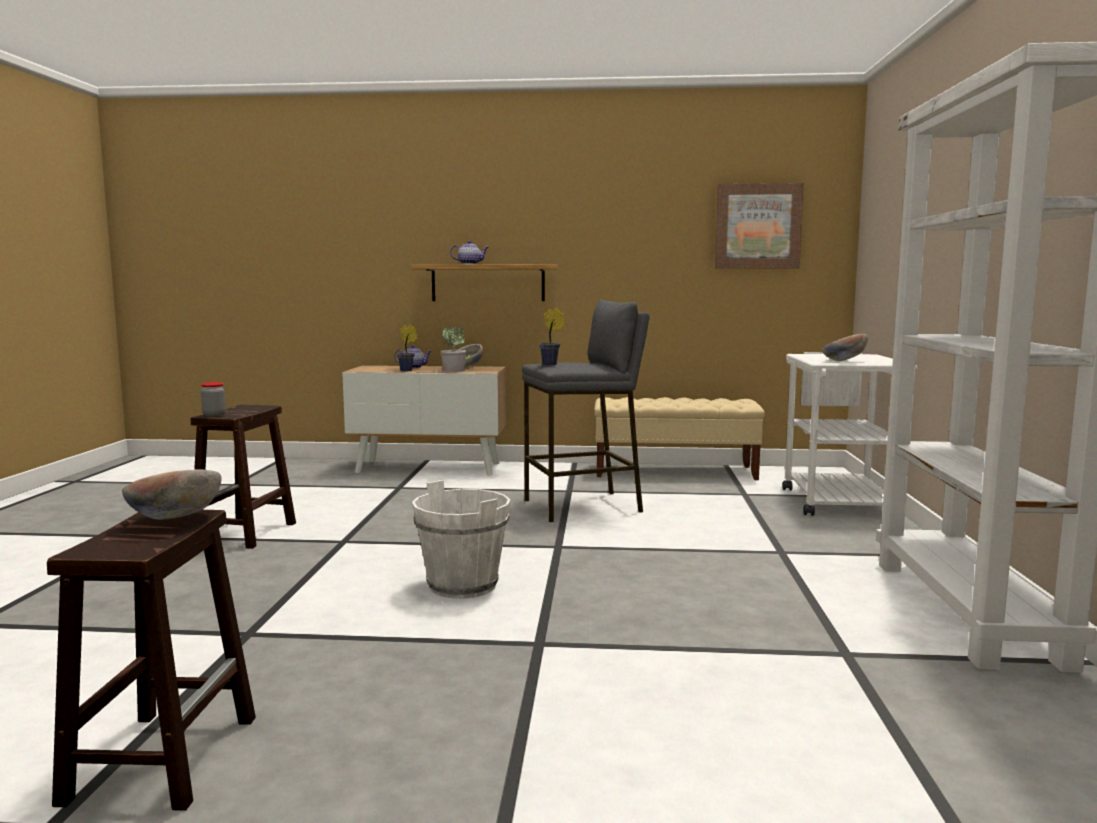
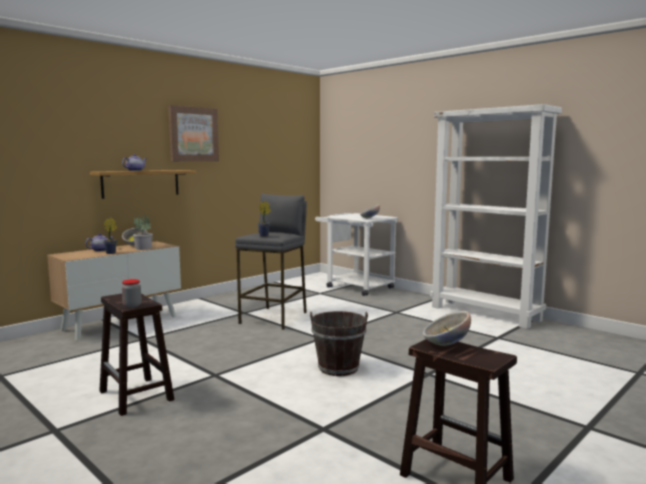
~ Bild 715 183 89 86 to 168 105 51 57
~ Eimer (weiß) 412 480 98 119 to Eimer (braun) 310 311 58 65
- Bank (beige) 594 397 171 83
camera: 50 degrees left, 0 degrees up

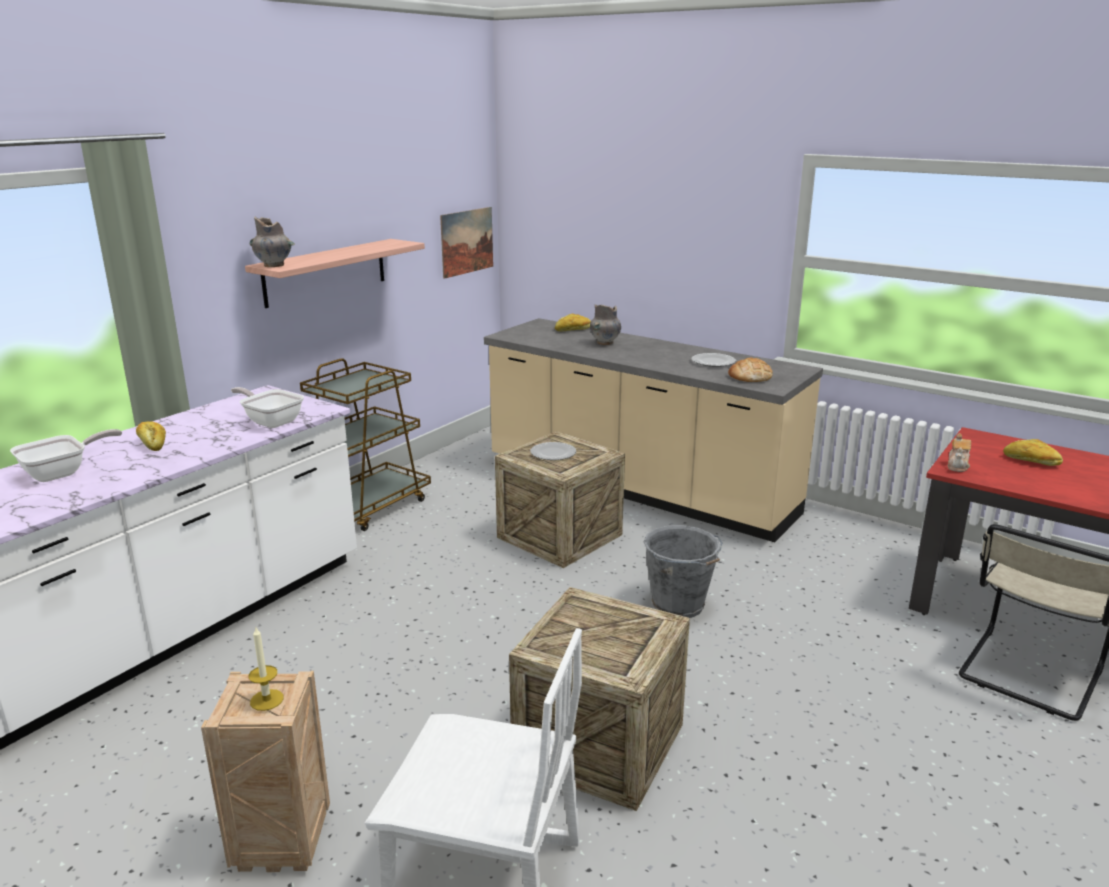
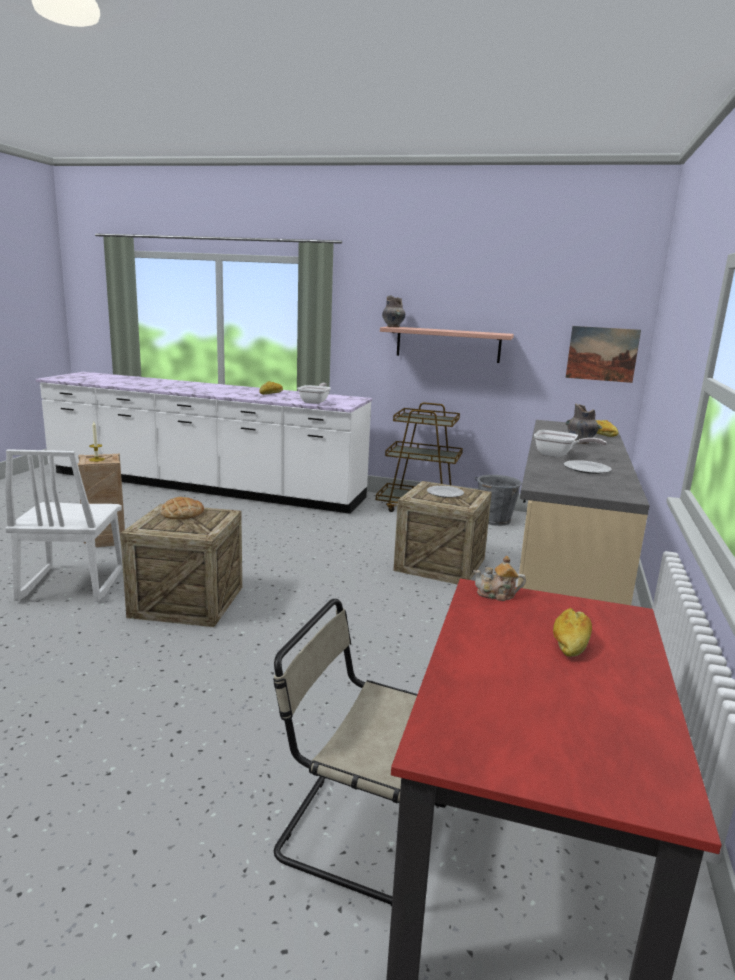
~ Brot 728 358 45 24 to 160 497 44 22
~ Eimer (grau) 644 525 78 93 to 475 475 47 51
~ Pfanne 10 429 112 53 to 534 430 73 27
camera: 70 degrees right, 5 degrees down

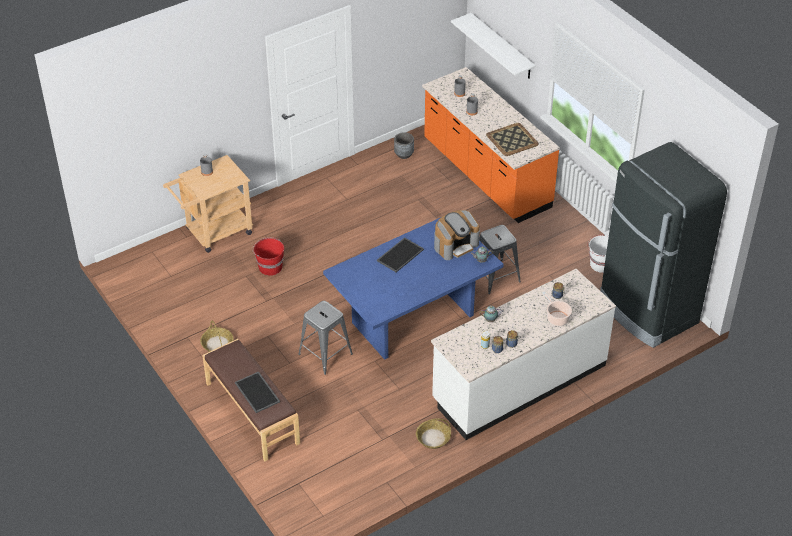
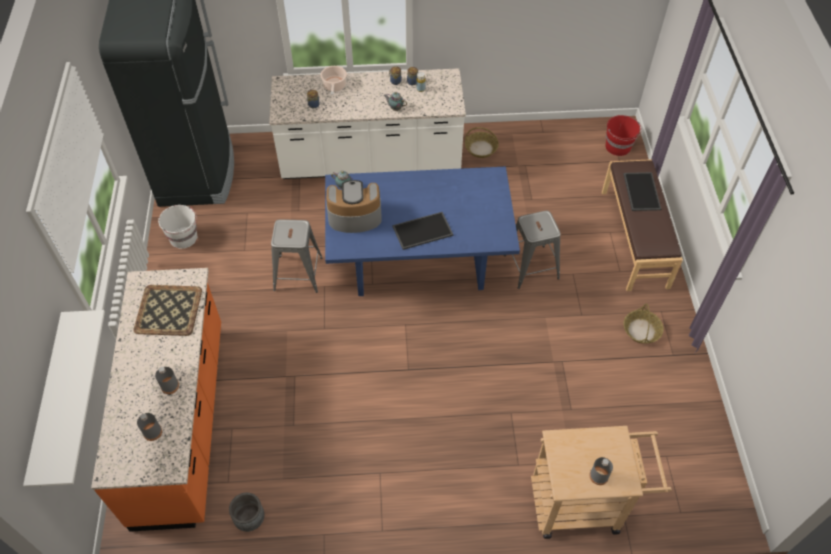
~ Eimer (rot) 252 237 32 38 to 605 115 37 41
camera: 150 degrees left, 10 degrees up

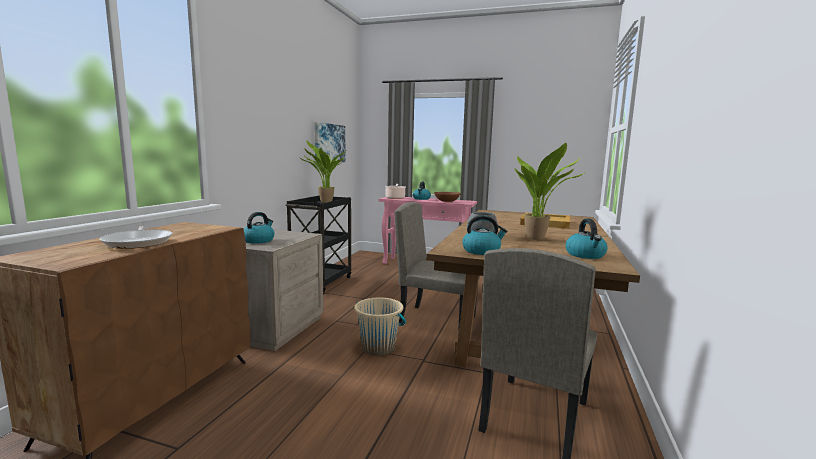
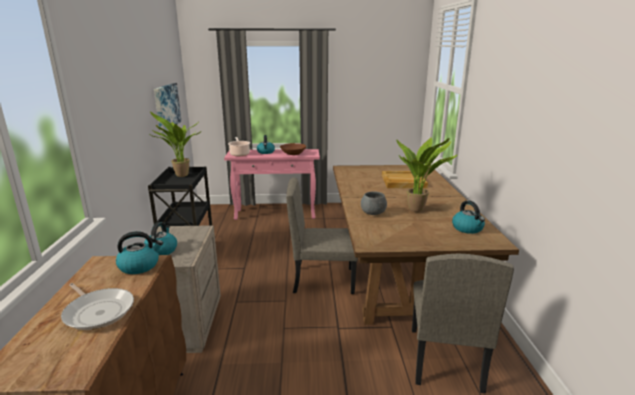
~ Wasserkessel 463 215 44 40 to 116 231 47 43
- Eimer (beige) 354 298 52 58
camera: 20 degrees left, 10 degrees up

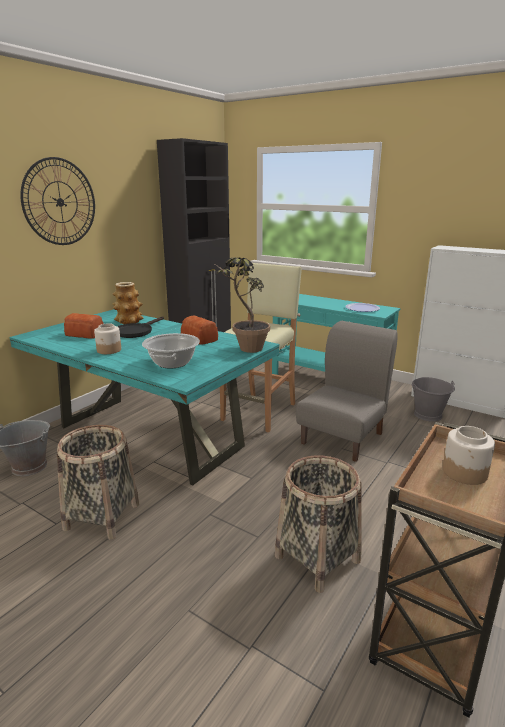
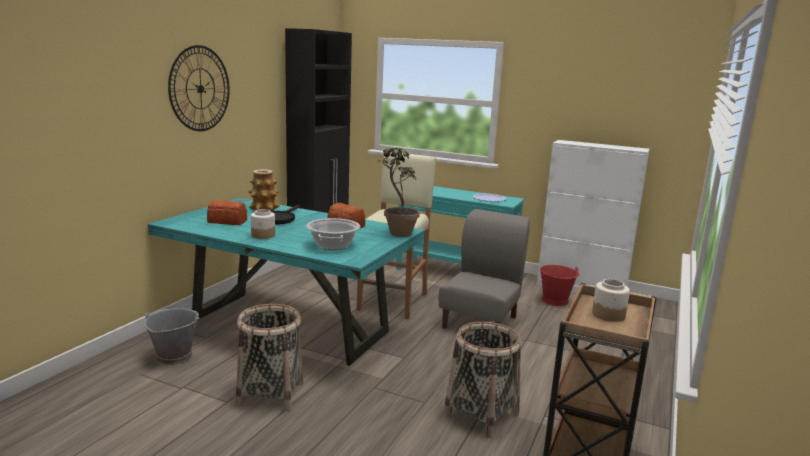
~ Eimer (grau) 412 377 43 45 to Eimer (rot) 540 265 39 41
camera: 10 degrees left, 5 degrees down

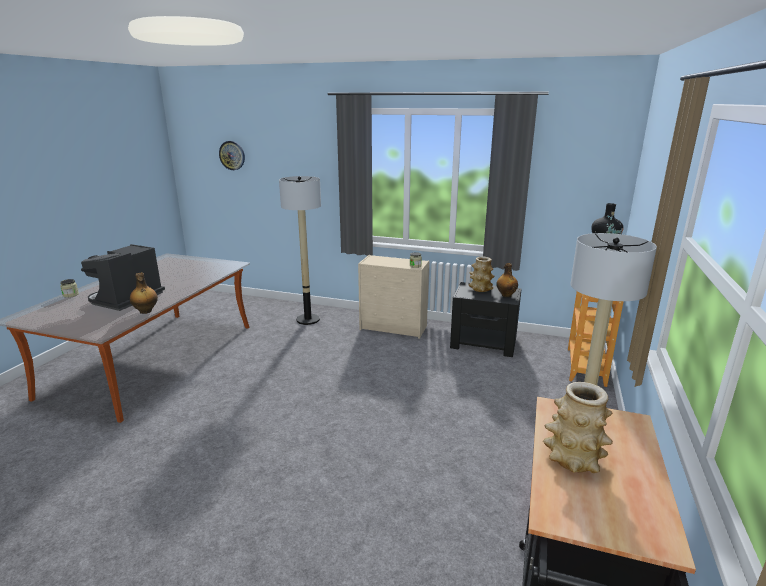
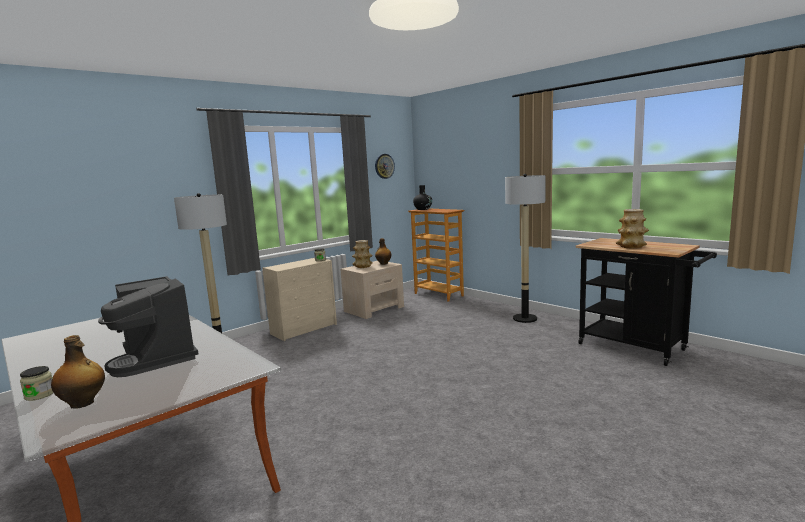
~ Flasche 130 273 28 41 to 51 335 54 74
~ Nachttisch (schwarz) 450 282 72 75 to Nachttisch (beige) 340 261 64 58
~ Wanduhr 219 141 26 29 to 375 154 20 25
camera: 60 degrees left, 10 degrees down

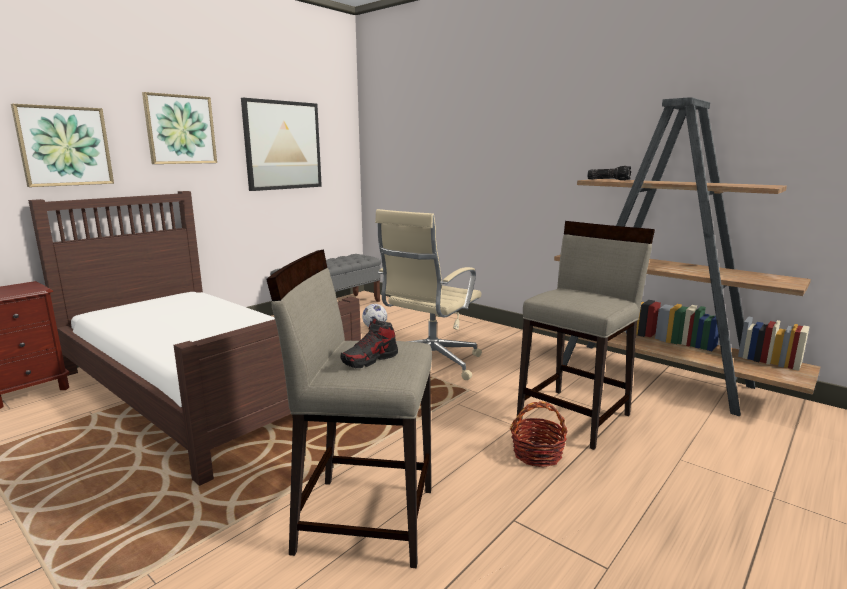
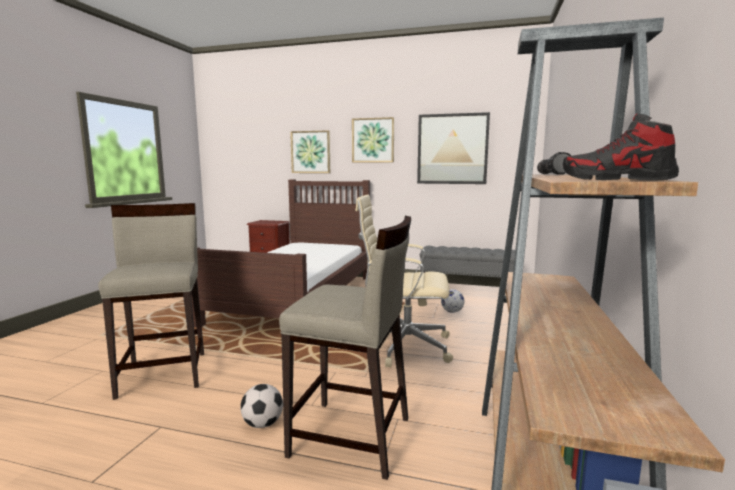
~ Korb 510 401 58 66 to Fußball 240 384 43 44
~ Schuh 341 318 57 50 to 563 113 116 68
camera: 65 degrees right, 5 degrees down

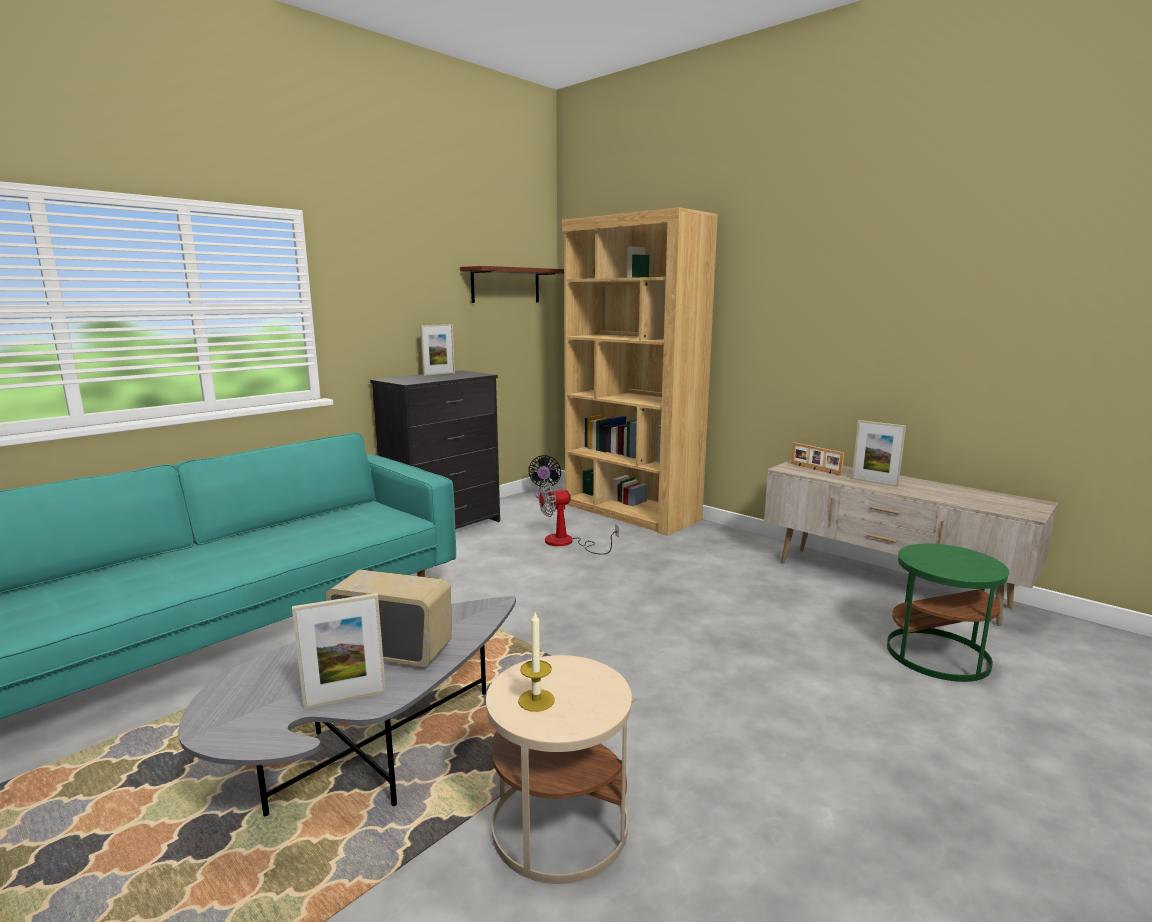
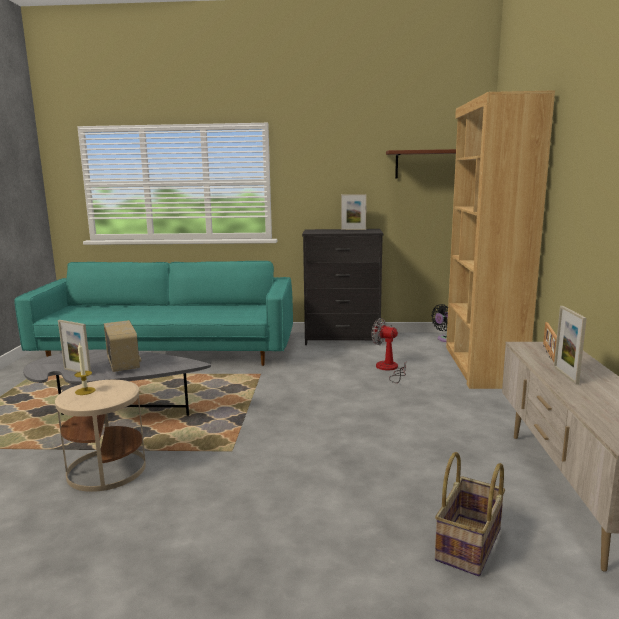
~ Beistelltisch (grün) 887 544 122 138 to Korb 435 452 70 124
camera: 50 degrees right, 0 degrees up

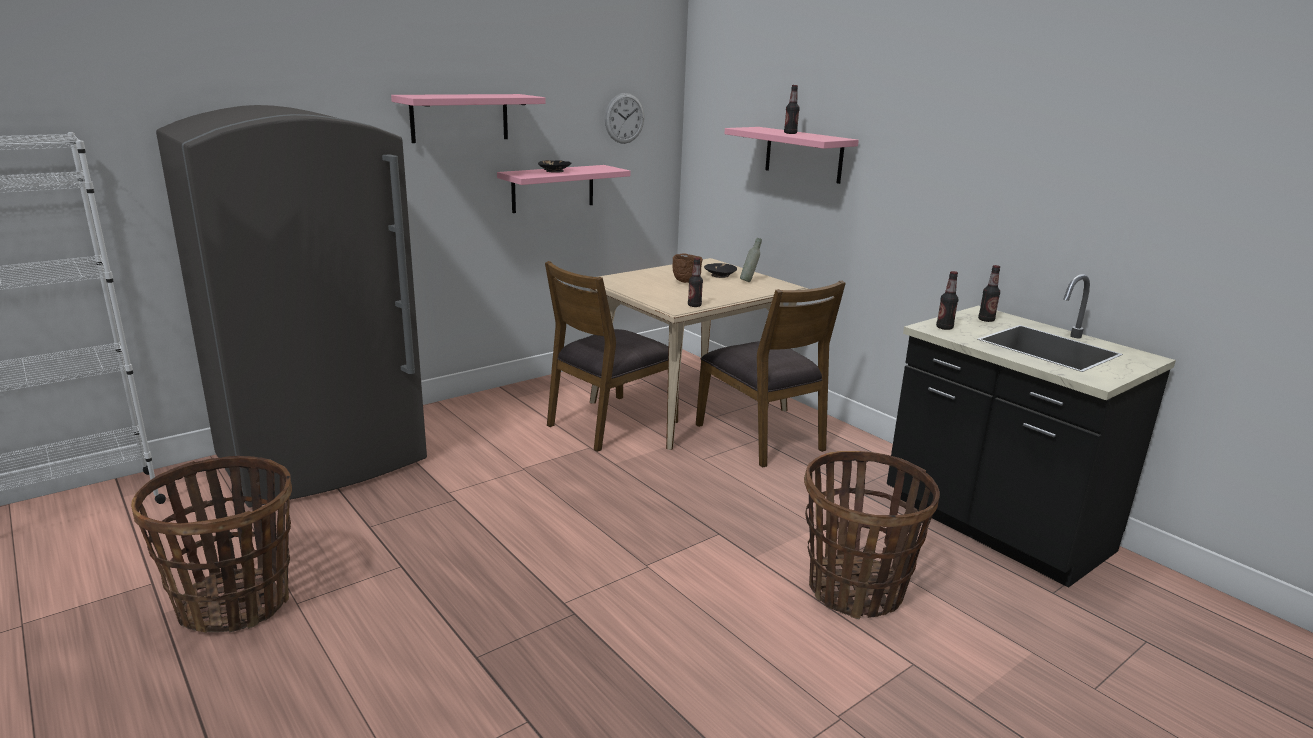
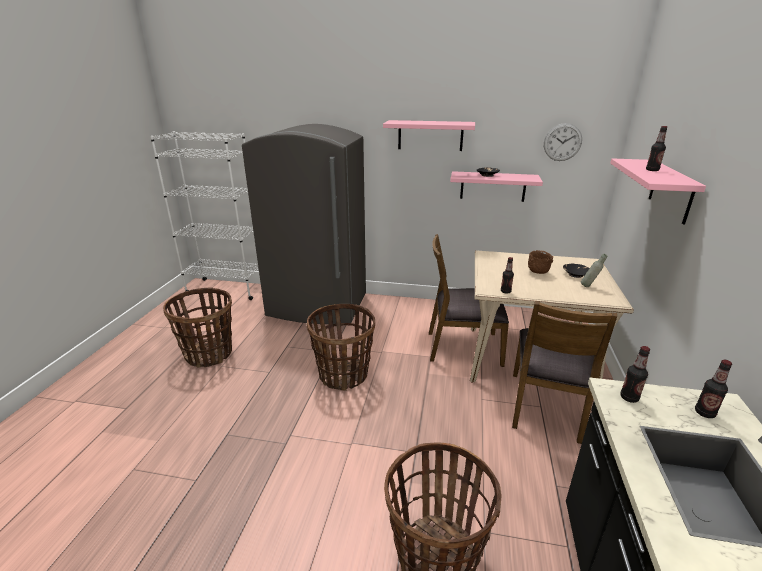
+ Korb 307 304 68 87
camera: 50 degrees right, 5 degrees up

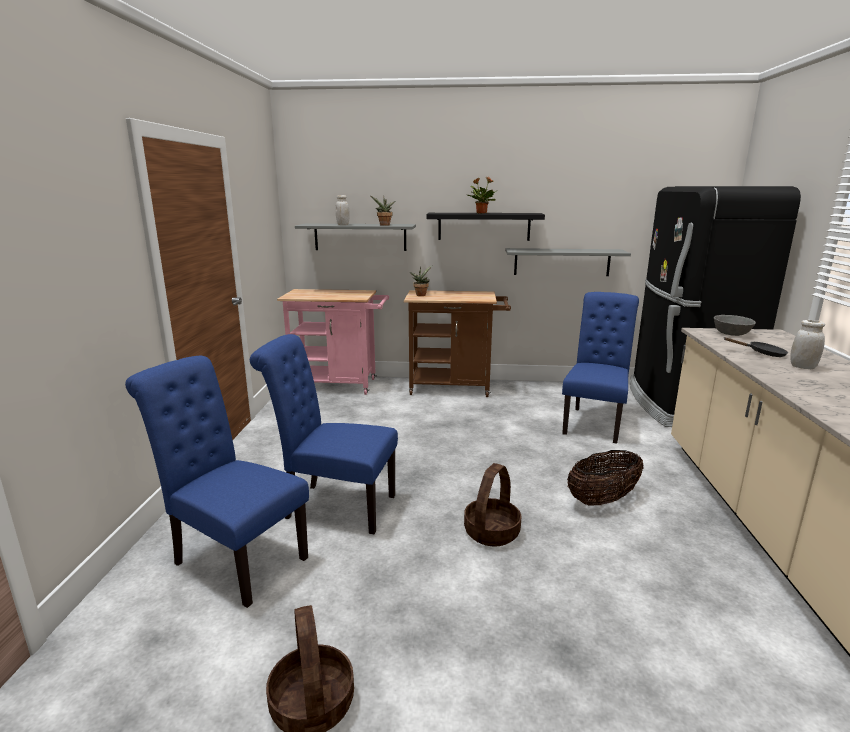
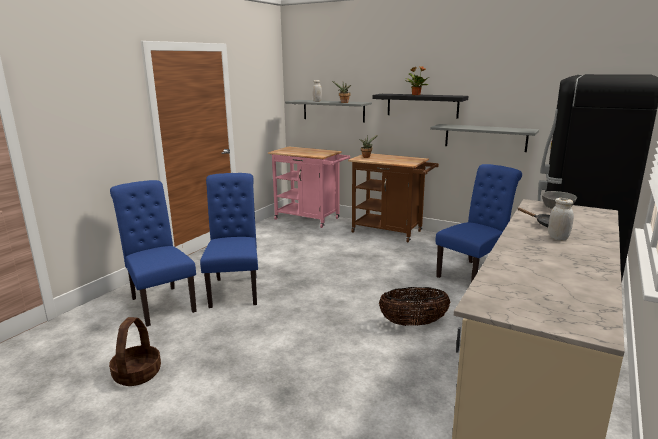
~ Stuhl (blau) 250 334 148 200 = 200 173 58 135 45 degrees clockwise
- Korb 464 463 57 84
camera: 25 degrees right, 0 degrees up

